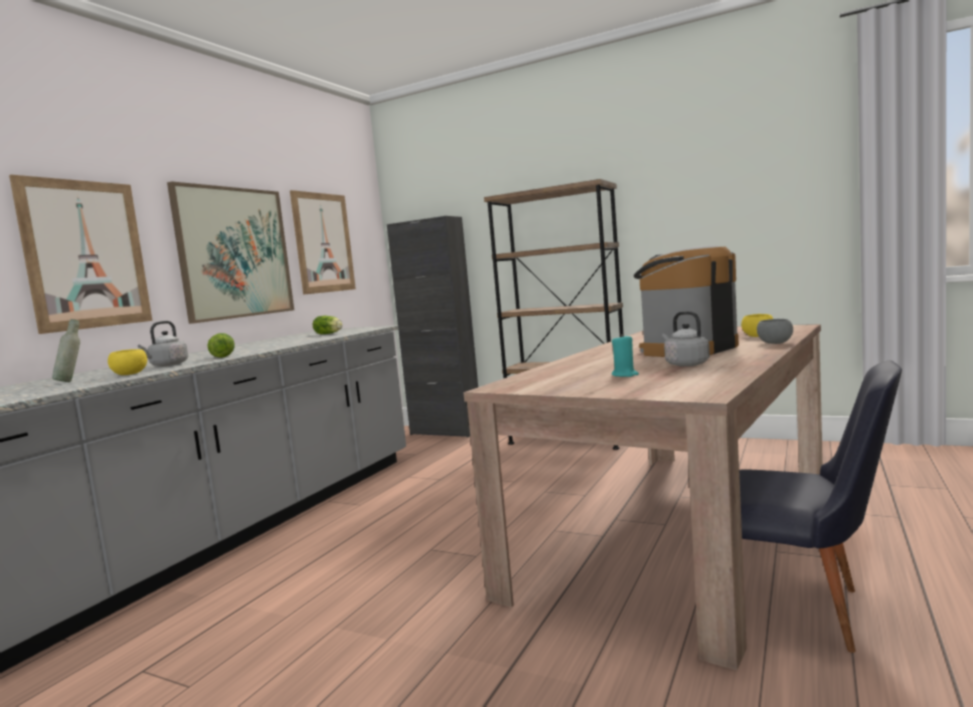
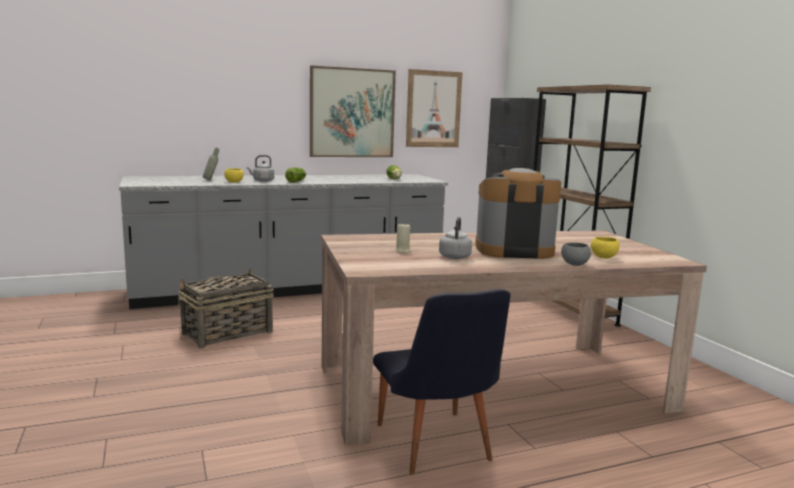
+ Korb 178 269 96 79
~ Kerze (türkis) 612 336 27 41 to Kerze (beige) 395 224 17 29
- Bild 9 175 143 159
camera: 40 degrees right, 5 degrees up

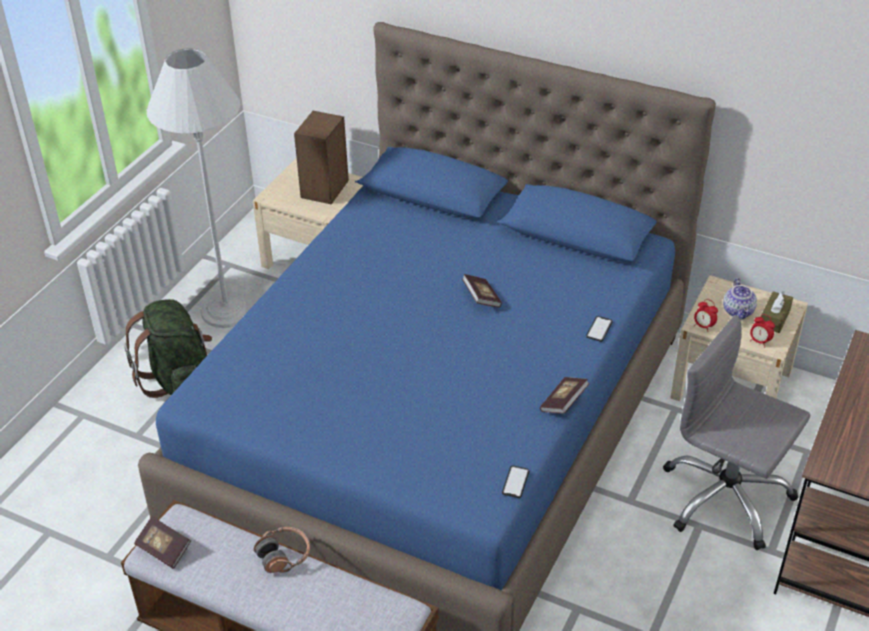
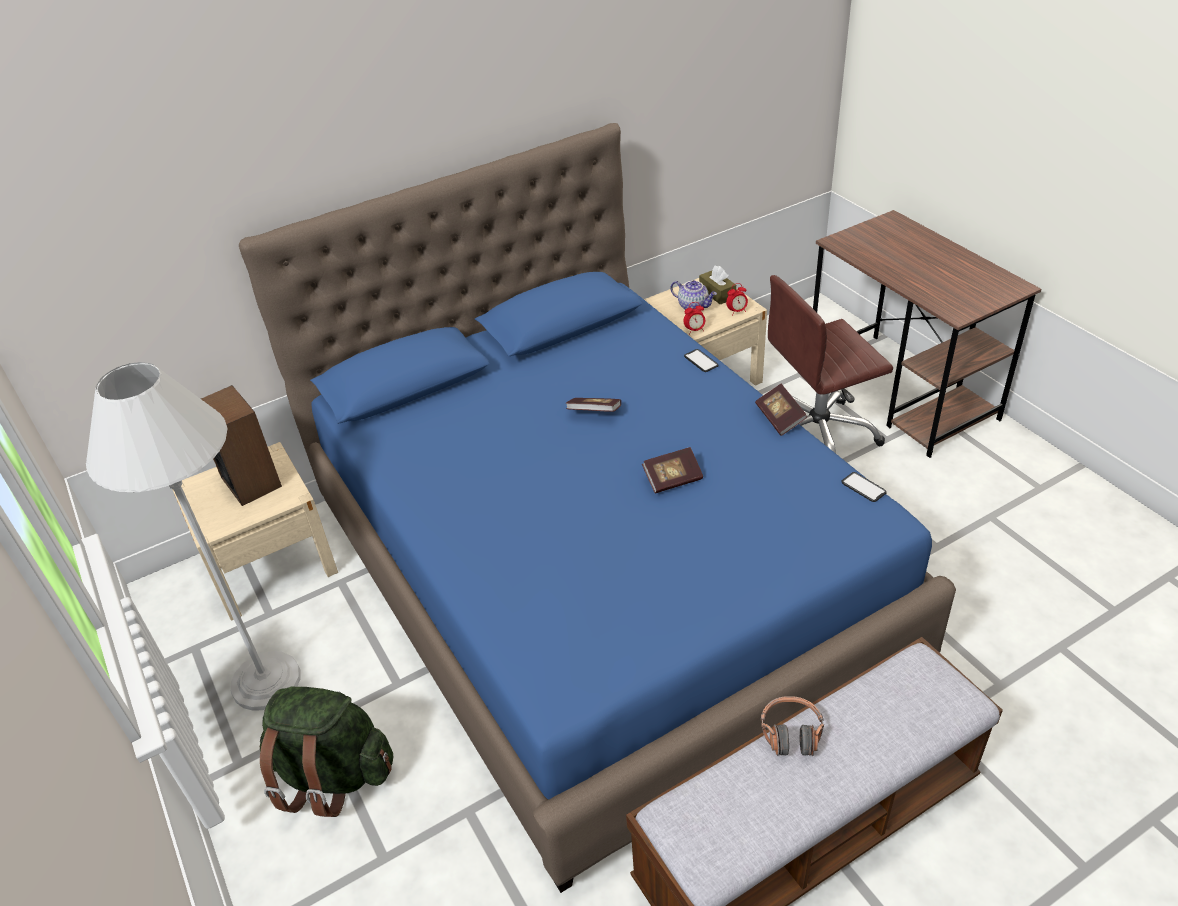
~ Buch 134 516 57 53 to 642 447 61 47
~ Bürostuhl (grau) 663 315 147 235 to Bürostuhl (braun) 768 275 125 178
camera: 55 degrees left, 0 degrees up

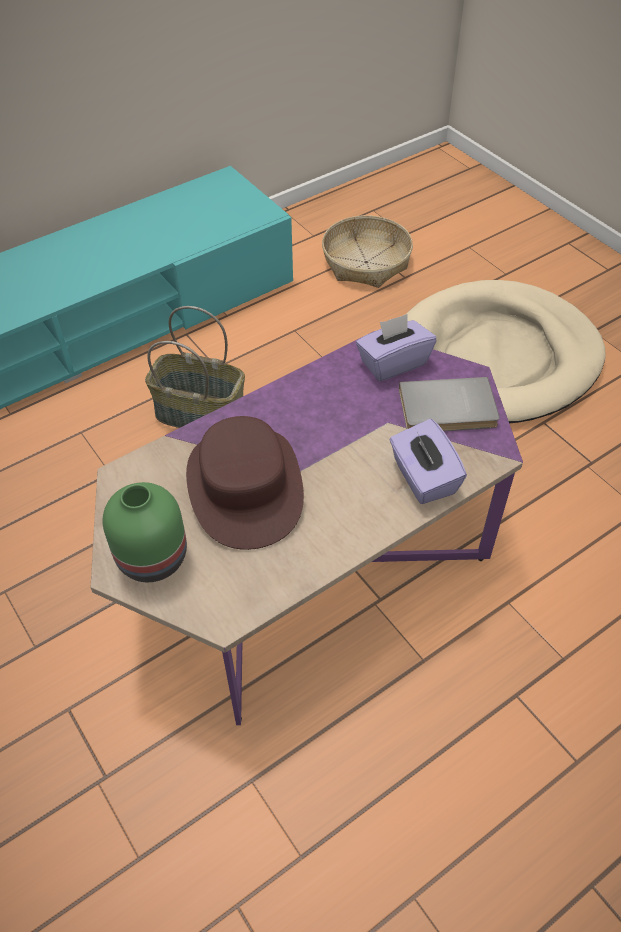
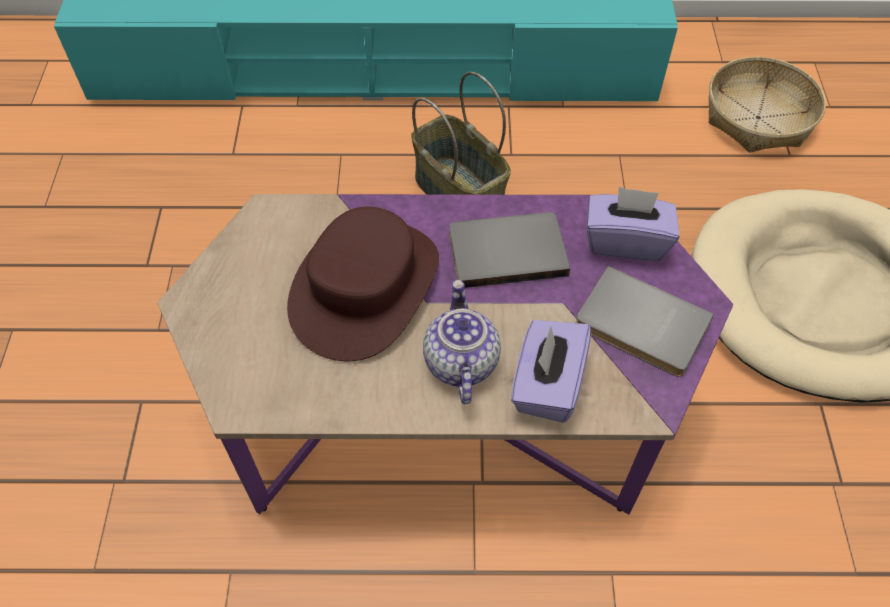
+ Teekanne 423 280 78 124
+ Buch (grau) 449 212 121 76
- Vase (grün) 103 482 84 100
camera: 35 degrees right, 5 degrees up

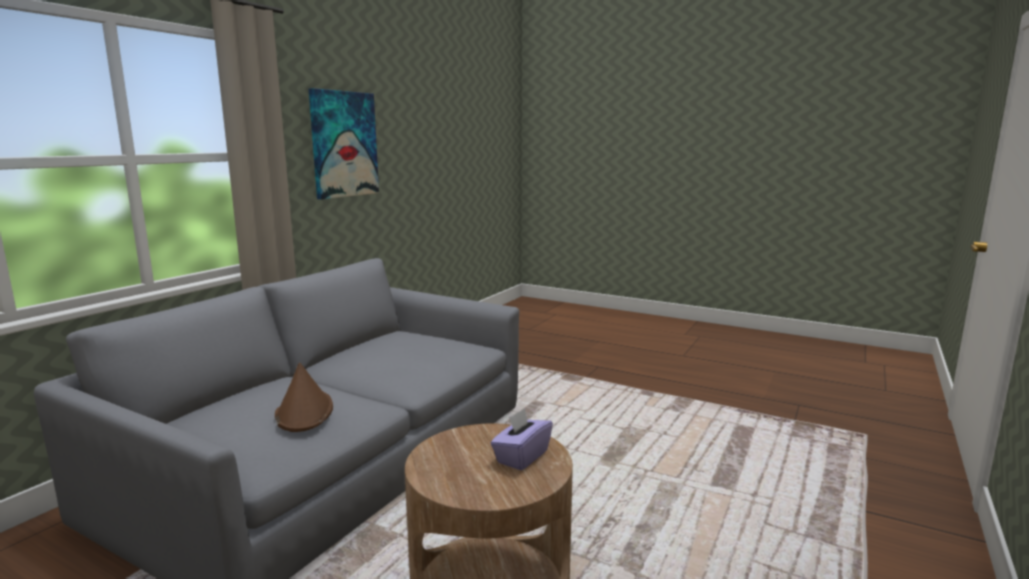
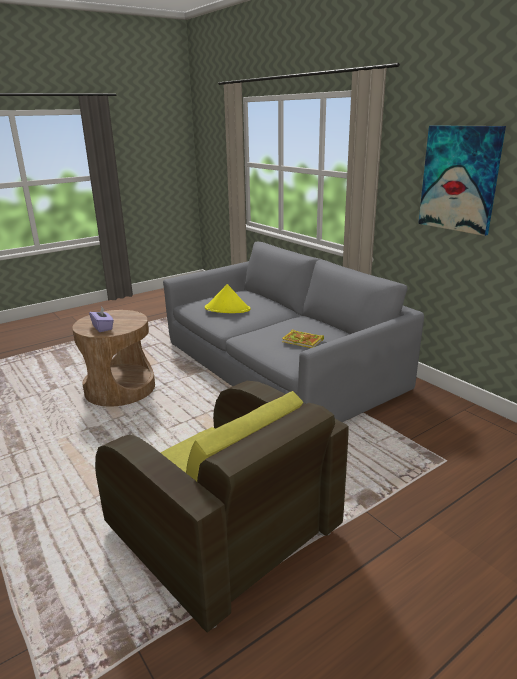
+ Sessel (braun) 95 381 253 252
~ Hut (braun) 275 363 58 69 to Hut (gelb) 205 284 45 29
+ Buch 282 329 42 19
camera: 115 degrees right, 10 degrees up

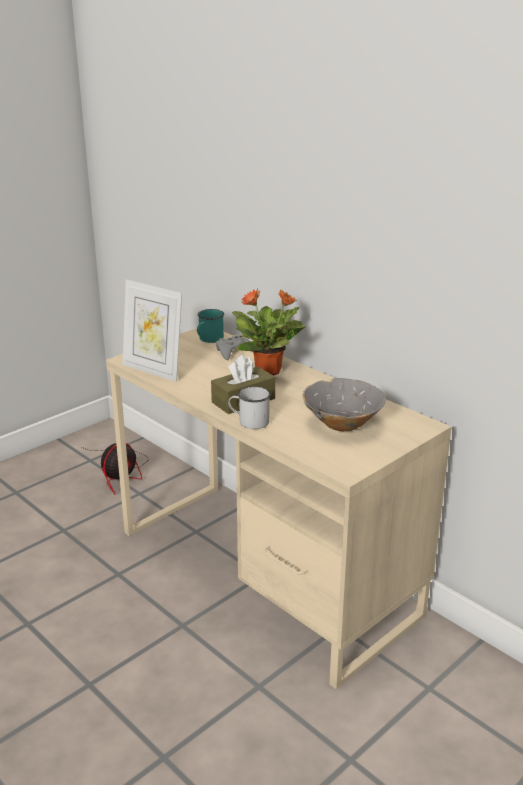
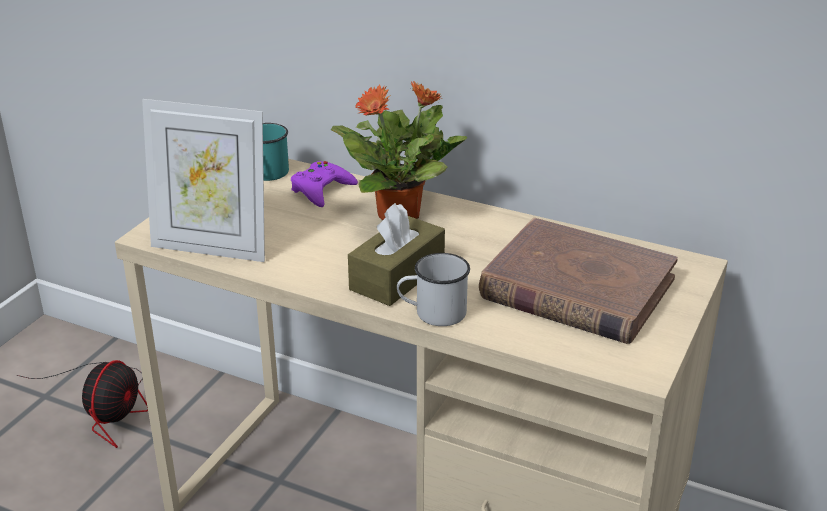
~ Gamepad (grau) 216 335 37 25 to Gamepad (lila) 291 161 67 46
~ Schüssel (grau) 302 378 84 53 to Buch (braun) 479 218 199 126
camera: 20 degrees left, 5 degrees up

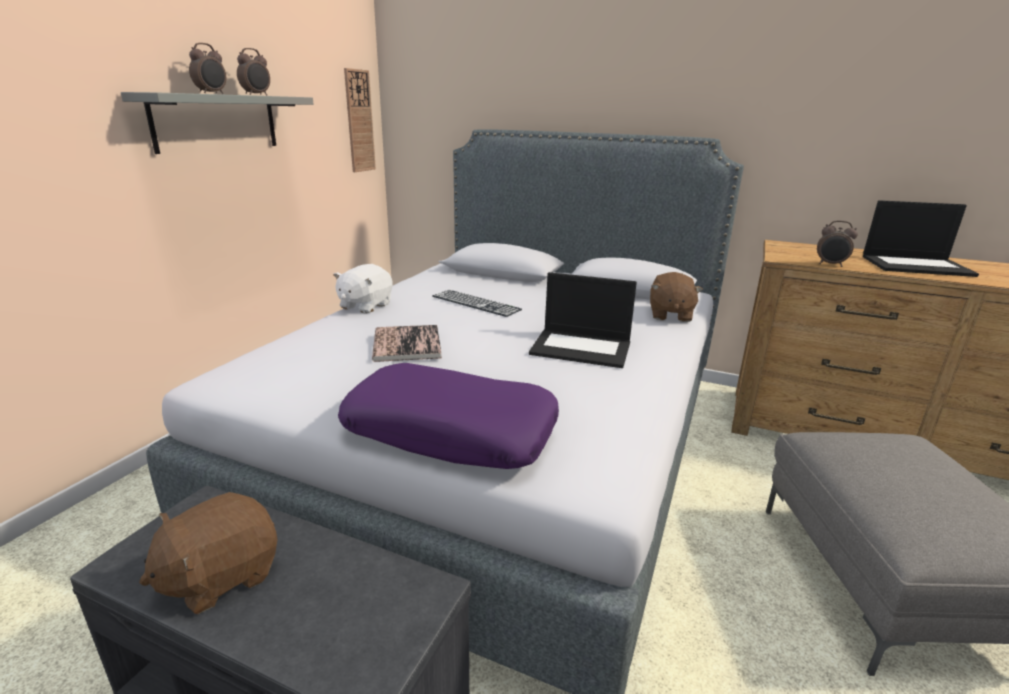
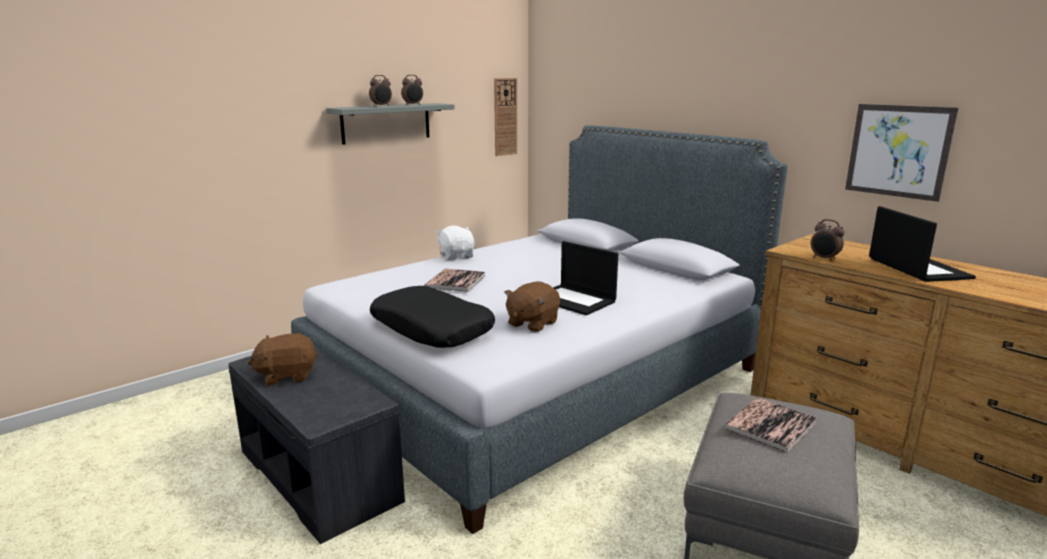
~ Kissen (lila) 338 363 221 106 to Kissen (schwarz) 370 286 125 62
~ Plüschtier (weiß) 333 264 60 50 = 436 225 39 35 105 degrees clockwise
~ Plüschtier (braun) 650 272 53 50 to 504 282 56 50
+ Buch 724 397 93 56
+ Bild 845 104 113 98
~ Laptop 863 200 116 77 = 869 206 107 76 135 degrees counterclockwise
- Tastatur 432 290 90 27
camera: 25 degrees right, 5 degrees down

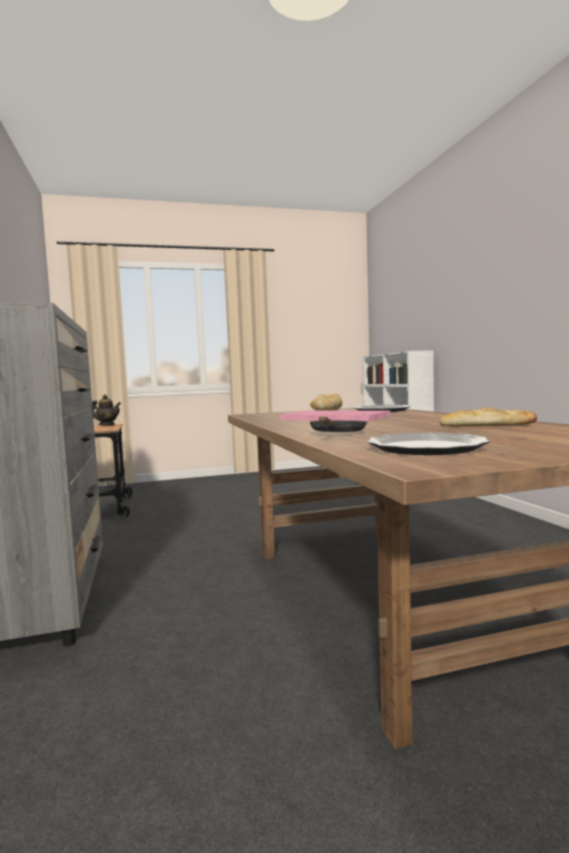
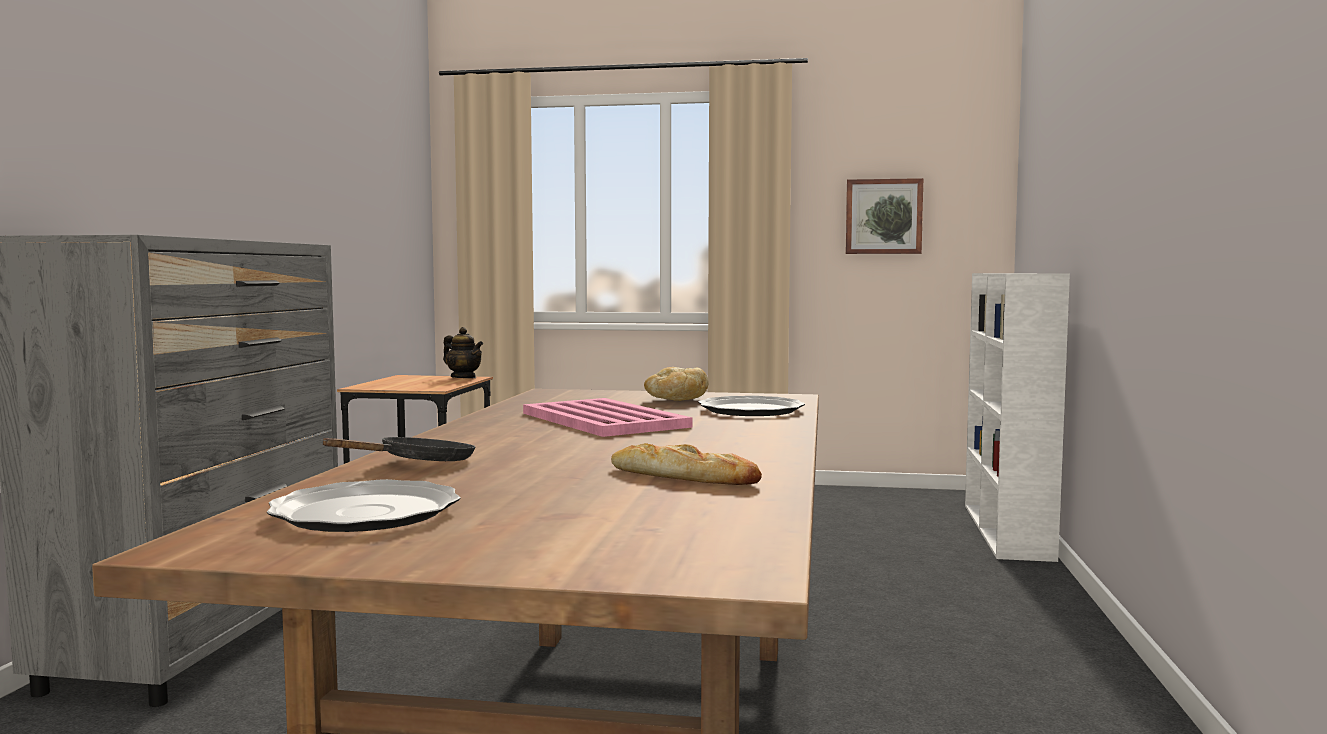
+ Bild 846 178 77 76
camera: 25 degrees right, 0 degrees up

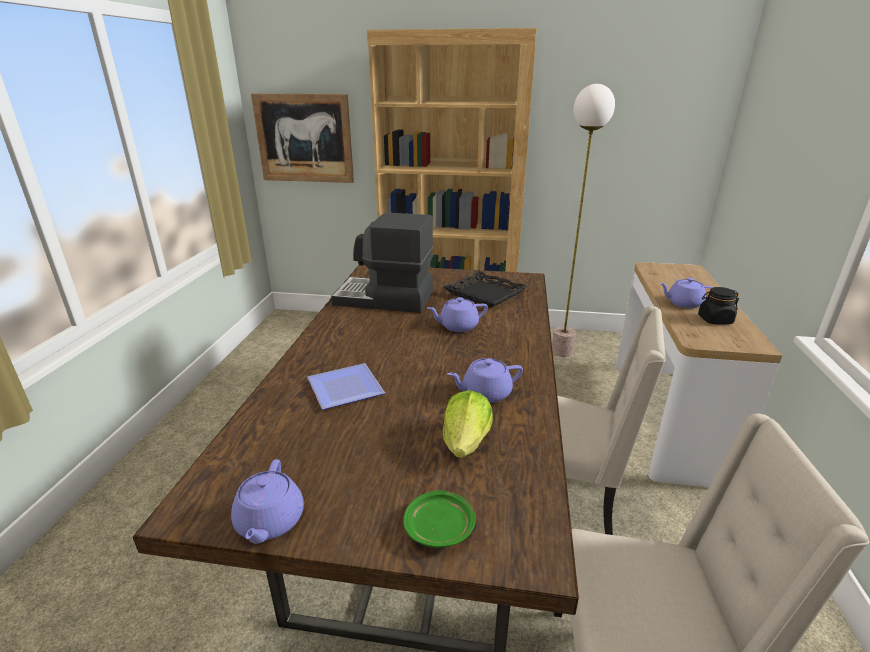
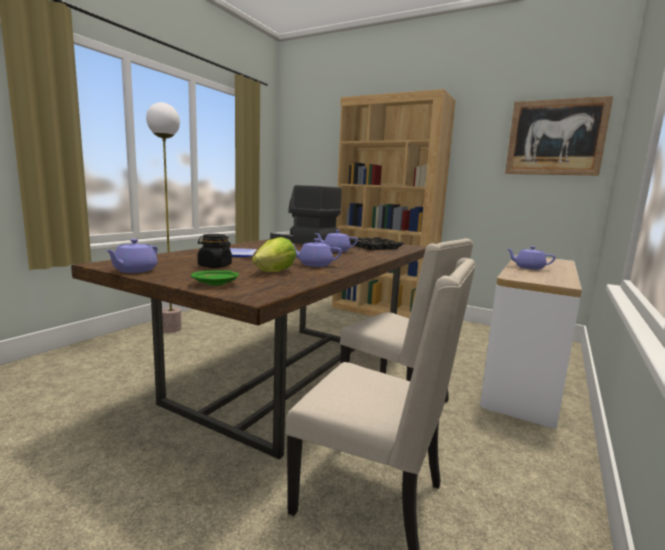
~ Stehlampe 552 84 63 273 to 146 102 36 231
~ Vorratsglas (schwarz) 698 287 41 38 to 197 234 35 34
~ Bild 251 93 103 90 to 505 96 108 80
camera: 20 degrees right, 15 degrees down

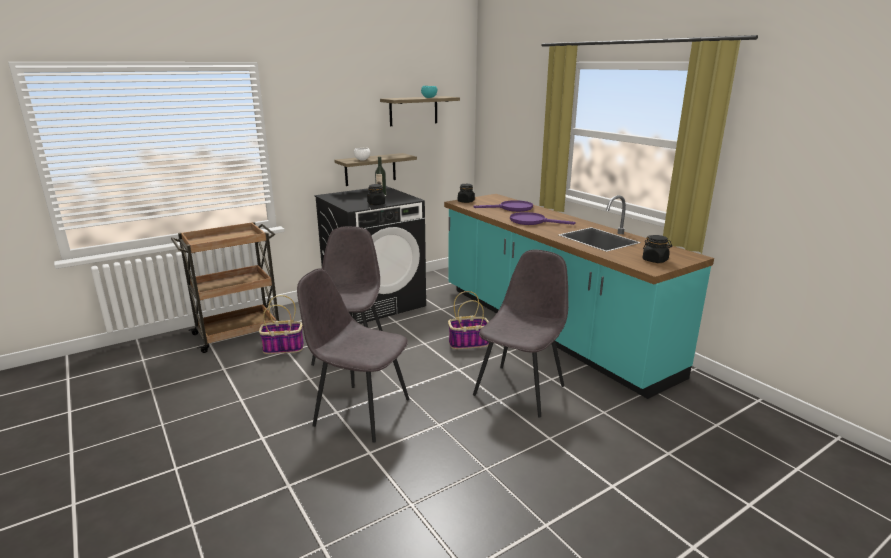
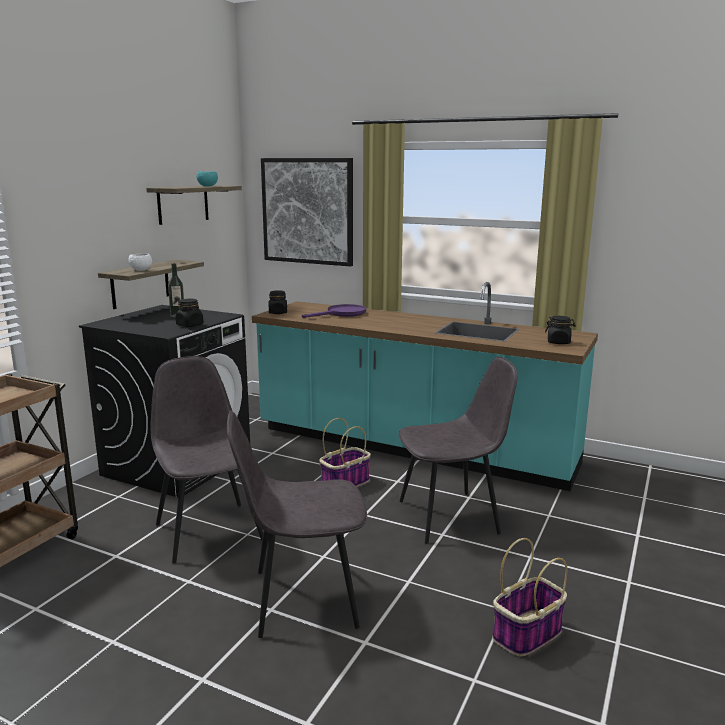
+ Bild 261 158 92 108
~ Stuhl (grau) 473 250 95 168 = 399 357 118 187 75 degrees clockwise
~ Korb 259 295 45 59 to 492 538 75 118
- Pfanne (lila) 510 212 66 13
camera: 30 degrees left, 5 degrees down

